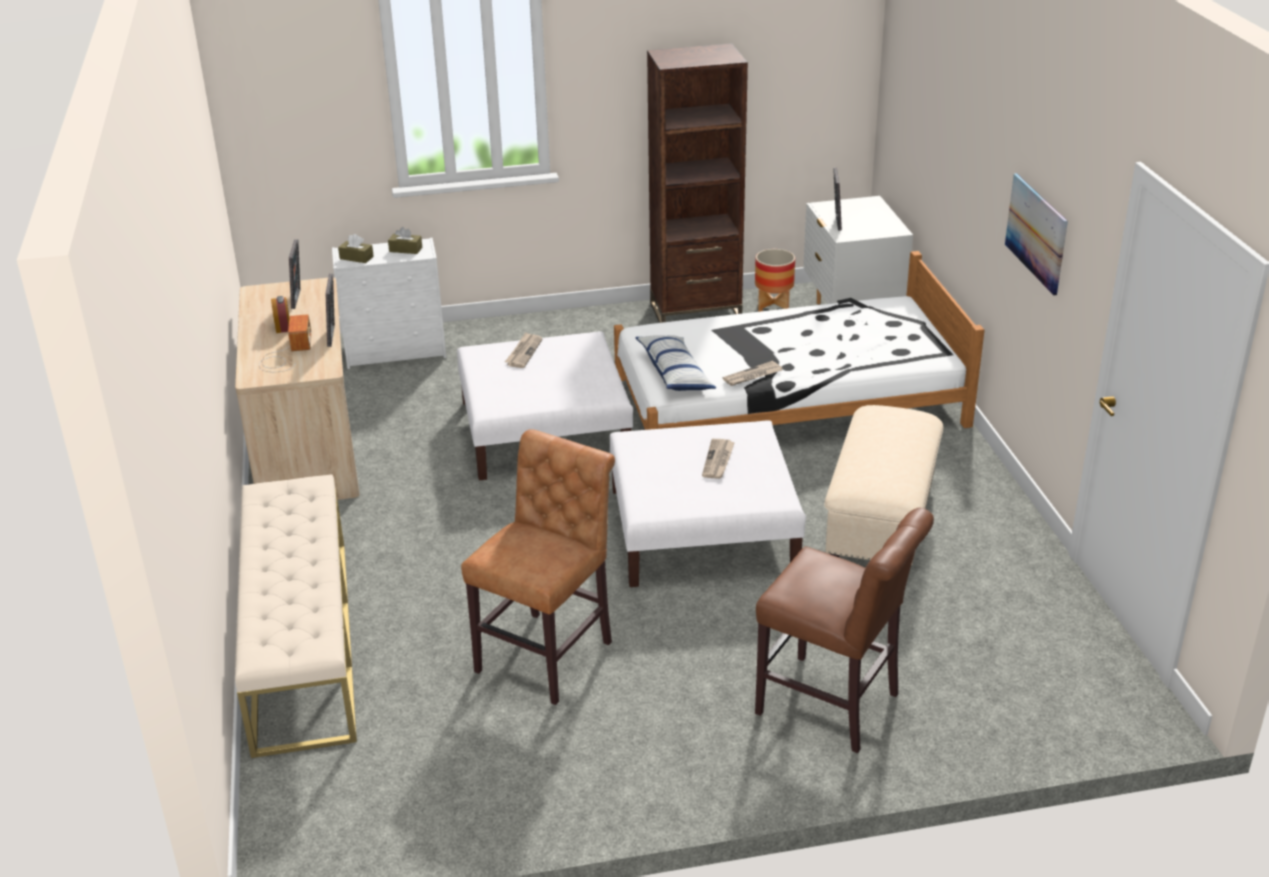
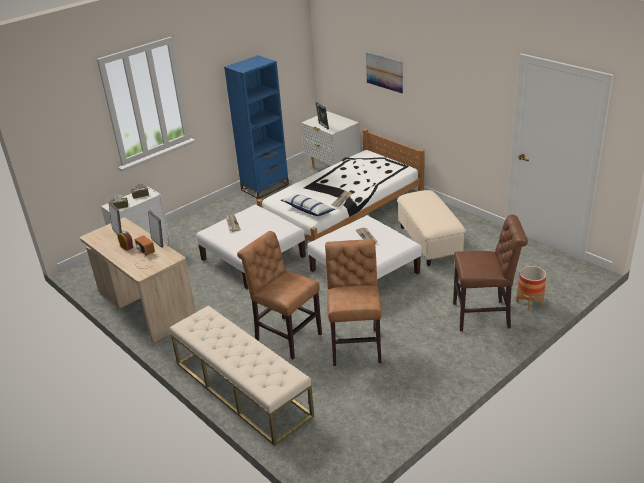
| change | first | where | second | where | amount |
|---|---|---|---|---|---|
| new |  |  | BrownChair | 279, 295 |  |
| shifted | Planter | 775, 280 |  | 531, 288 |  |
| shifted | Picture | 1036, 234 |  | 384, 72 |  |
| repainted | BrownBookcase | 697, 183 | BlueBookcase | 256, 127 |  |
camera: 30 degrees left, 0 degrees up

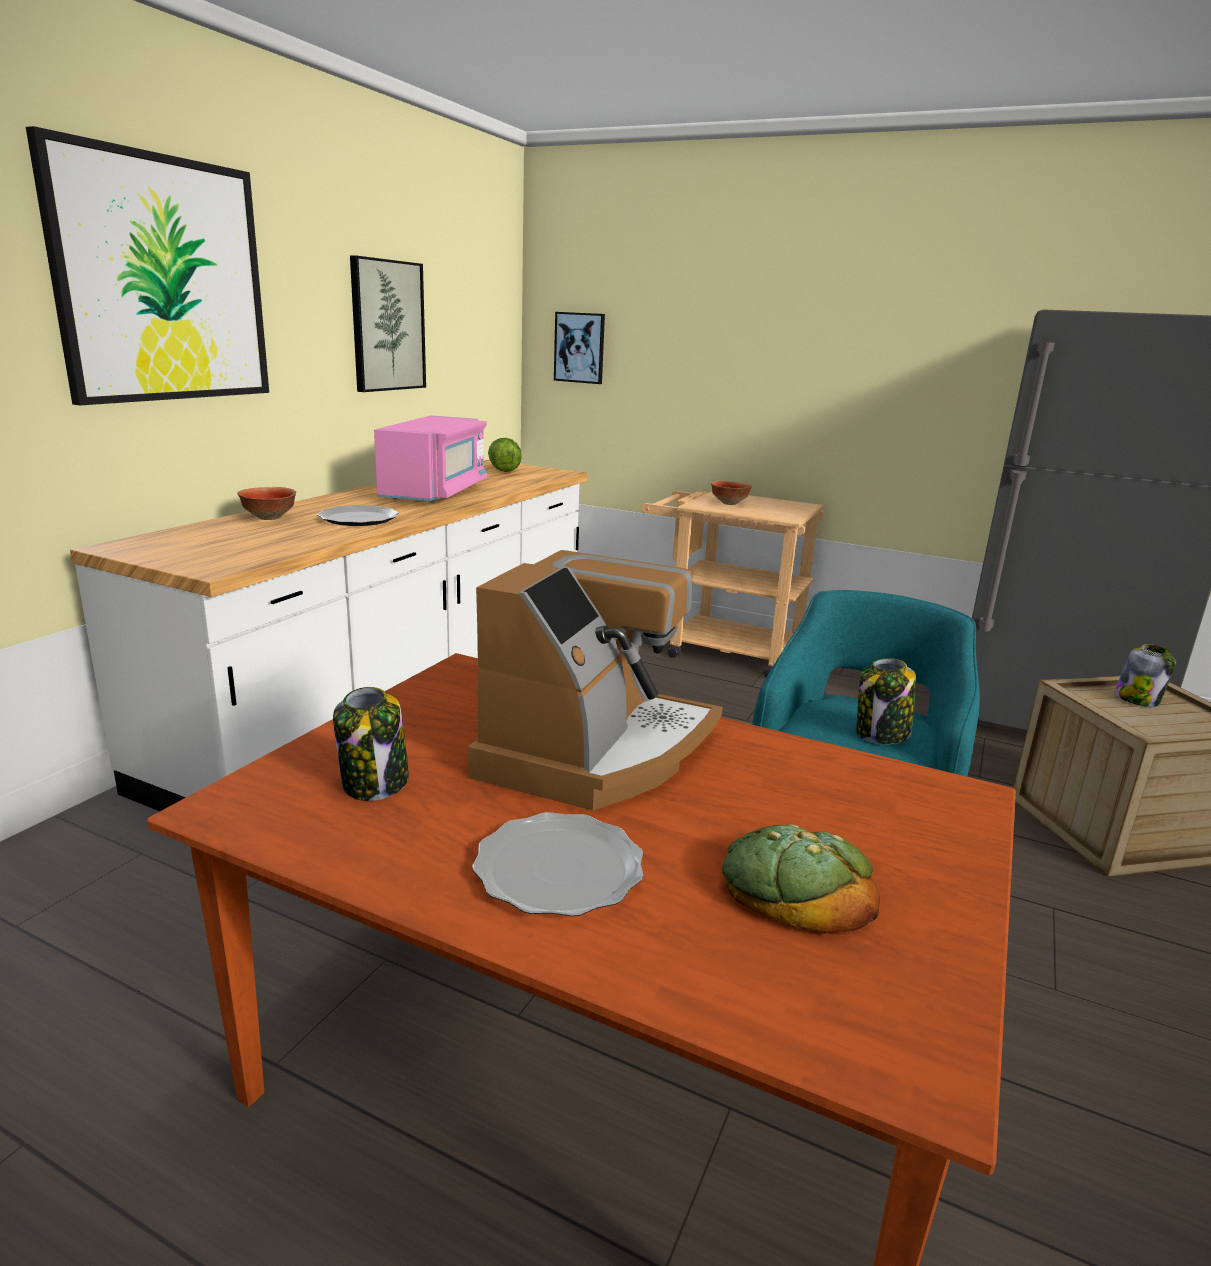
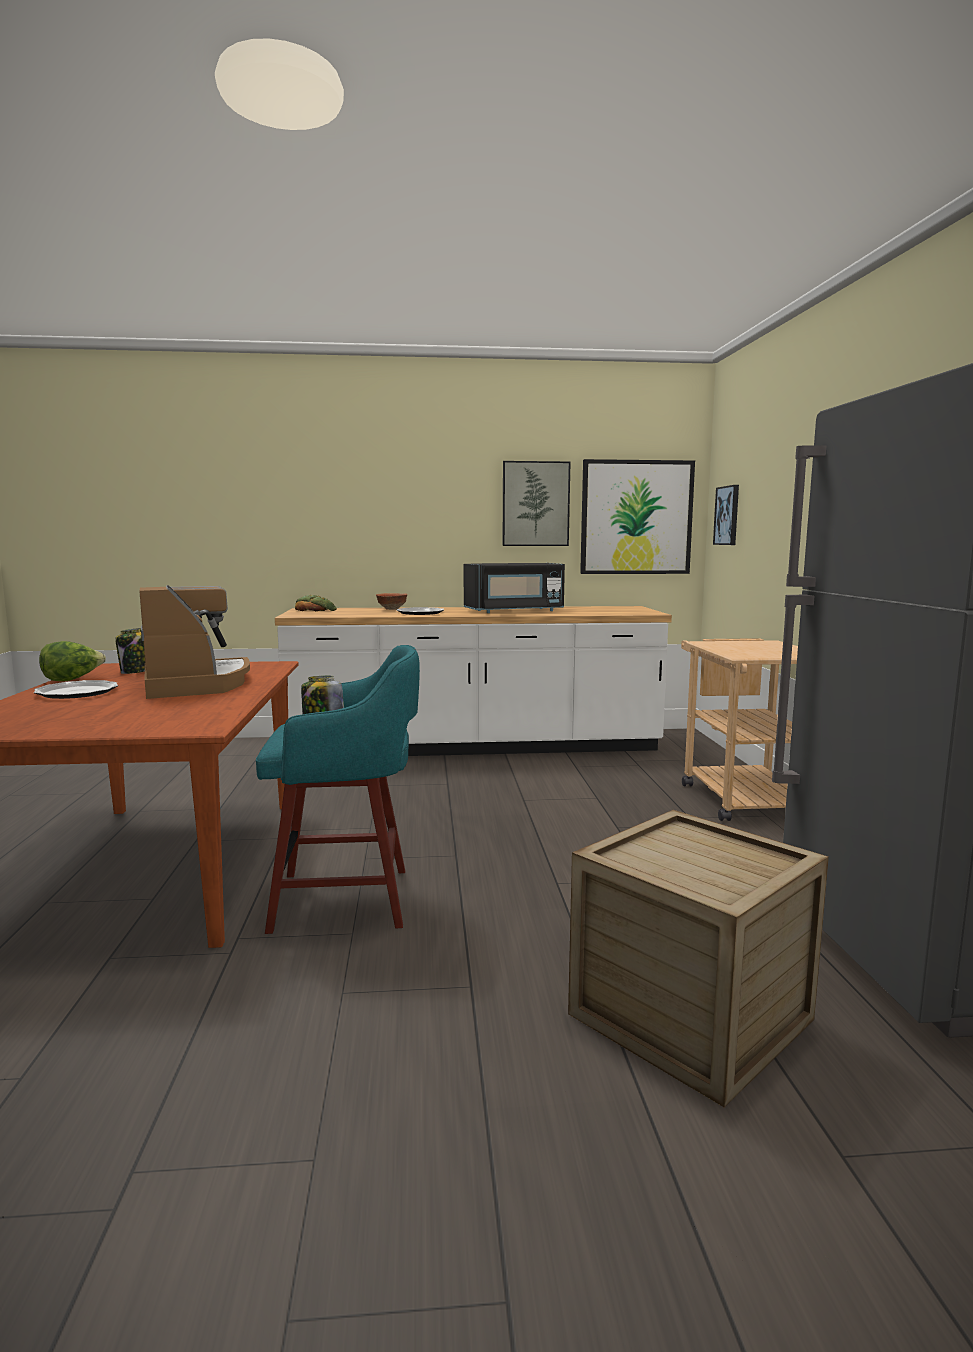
| change | first | where | second | where | amount |
|---|---|---|---|---|---|
| gone | Bowl | 731, 493 |  |  |  |
| gone | Jar | 1145, 675 |  |  |  |
| shifted | Picture | 147, 265 |  | 637, 516 |  |
| shifted | Lettuce | 505, 455 |  | 72, 661 |  |
| shifted | Bread | 801, 878 |  | 316, 603 |  |
| repainted | PinkMicrowave | 430, 459 | BlackMicrowave | 514, 588 |  |
| rotated | CoffeeMachine | 595, 680 |  | 195, 642 | 105 degrees counterclockwise |
camera: 60 degrees right, 10 degrees down

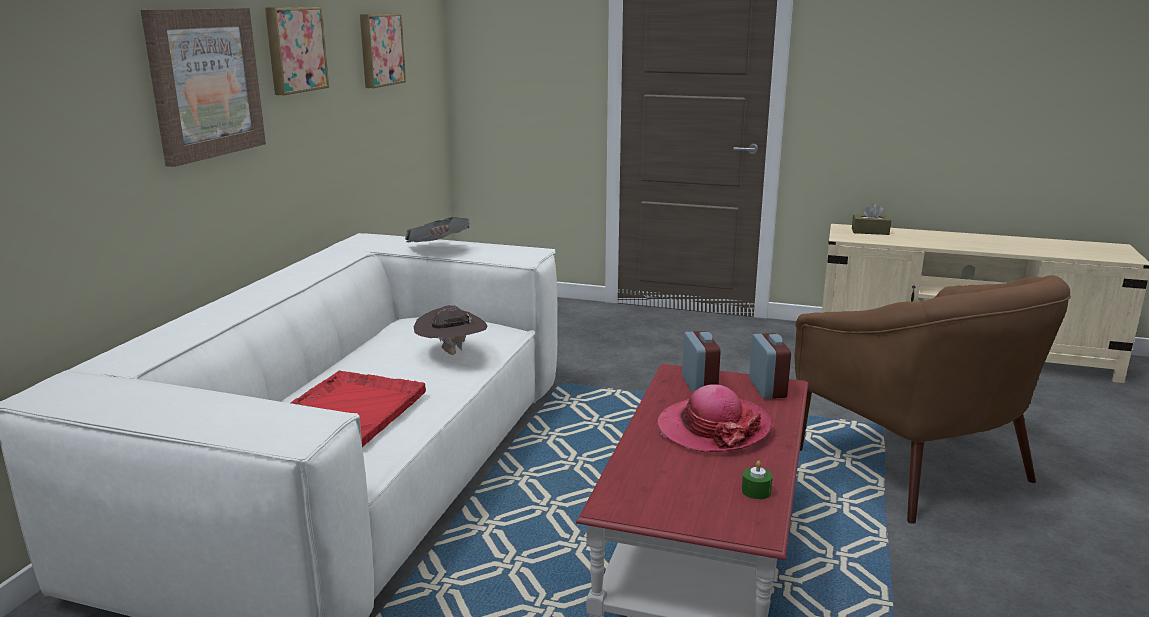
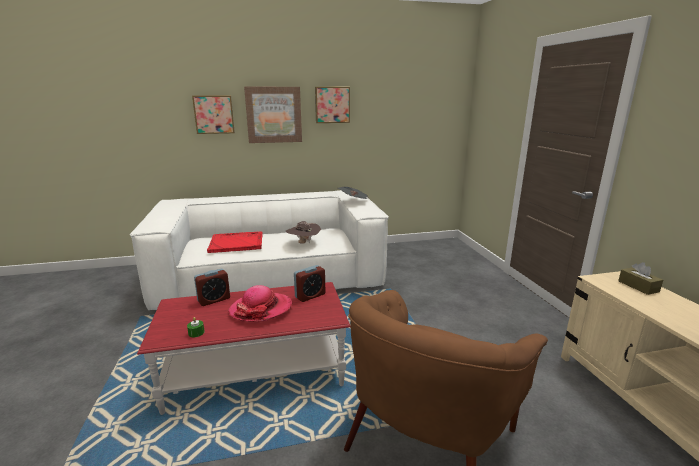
| change | first | where | second | where | amount |
|---|---|---|---|---|---|
| shifted | Picture | 383, 50 |  | 213, 115 |  |
| shifted | AlarmClock | 770, 366 |  | 212, 287 |  |
camera: 60 degrees right, 0 degrees up

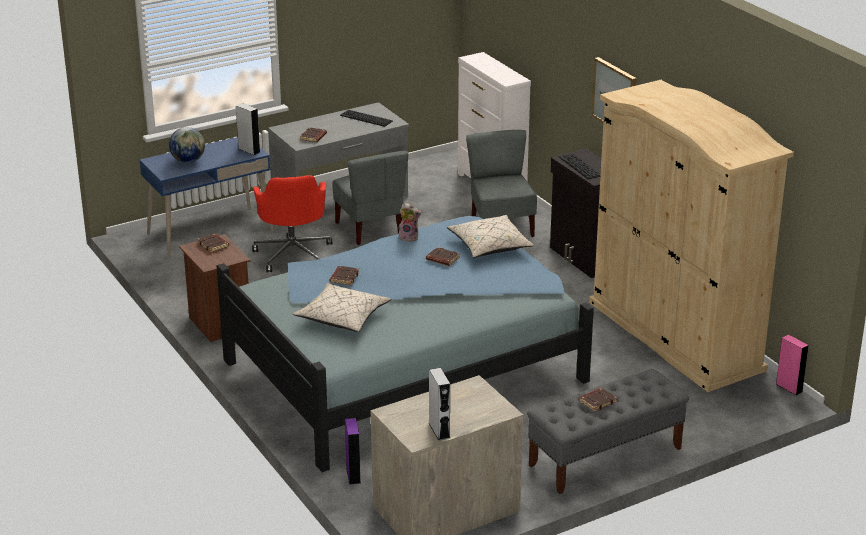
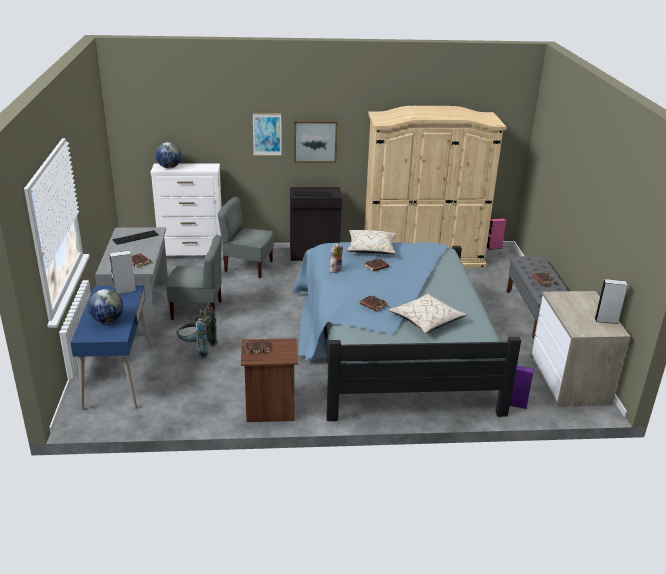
| change | first | where | second | where | amount |
|---|---|---|---|---|---|
| new |  |  | Globe | 168, 155 |  |
| new |  |  | Picture | 267, 134 |  |
| swapped | RedOfficeChair | 292, 223 | GreyBackpack | 197, 331 |  |
camera: 65 degrees left, 0 degrees up

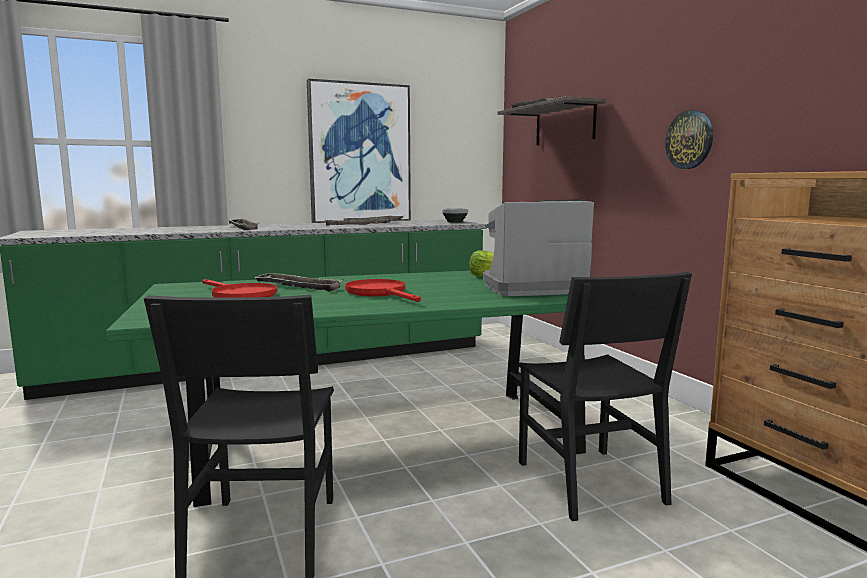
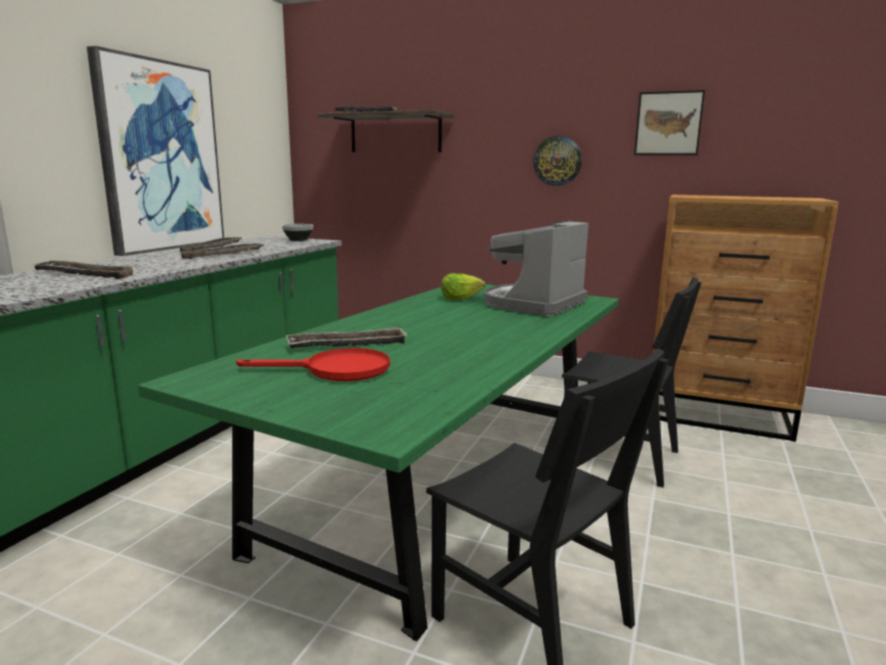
| change | first | where | second | where | amount |
|---|---|---|---|---|---|
| gone | RedFryingPan | 383, 290 |  |  |  |
| new |  |  | Picture | 669, 122 |  |
camera: 45 degrees left, 5 degrees up

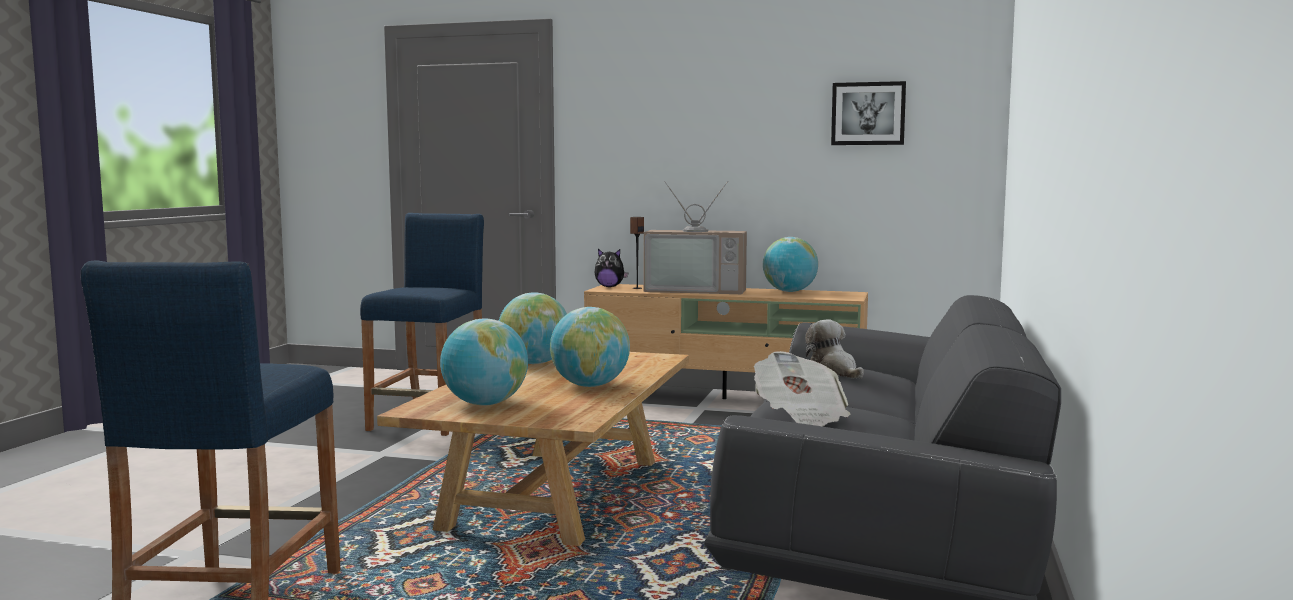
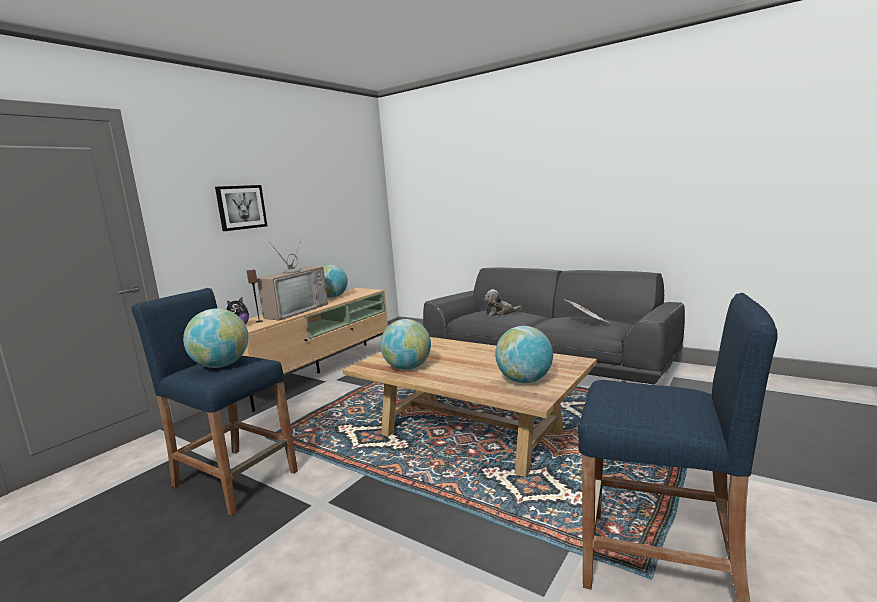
| change | first | where | second | where | amount |
|---|---|---|---|---|---|
| shifted | Globe | 590, 347 |  | 216, 338 |  |
| shifted | Picture | 868, 113 |  | 241, 208 |  |
camera: 70 degrees left, 5 degrees up

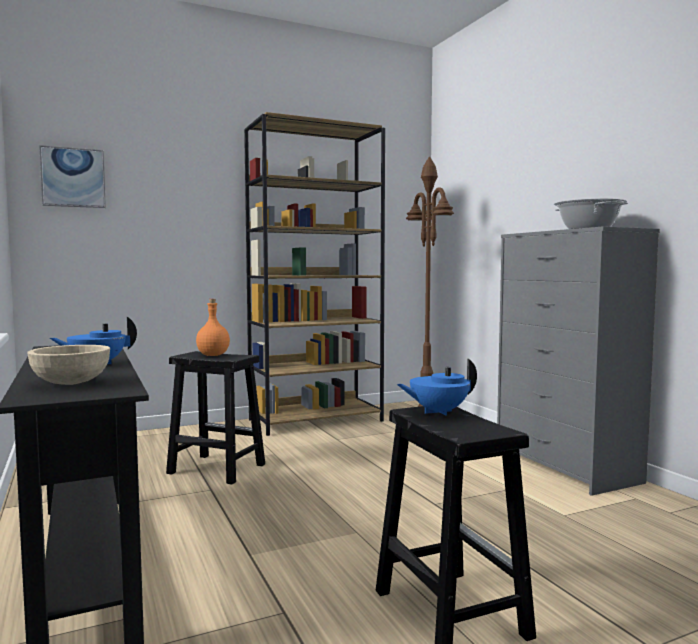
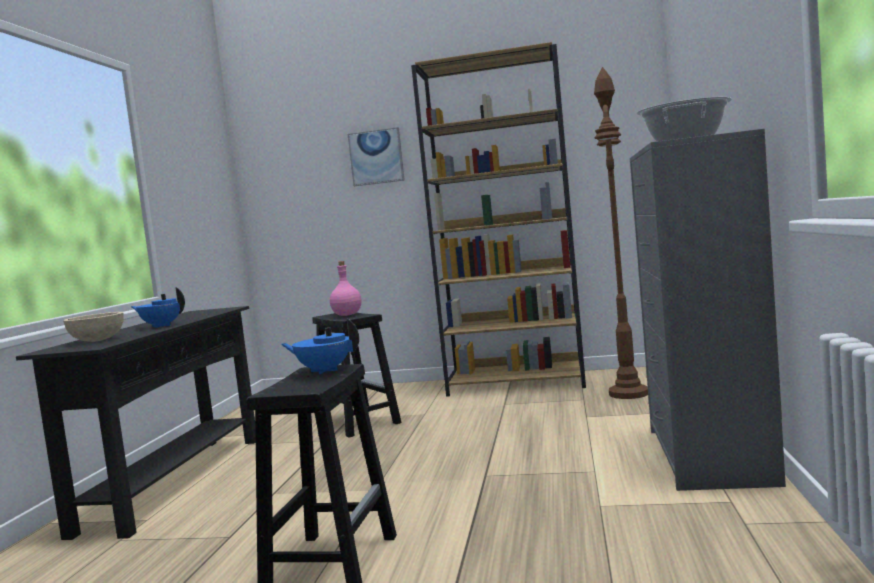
| change | first | where | second | where | amount |
|---|---|---|---|---|---|
| shifted | Picture | 72, 176 |  | 376, 156 |  |
| repainted | OrangeBottle | 213, 327 | PinkBottle | 346, 288 |  |
camera: 35 degrees right, 0 degrees up

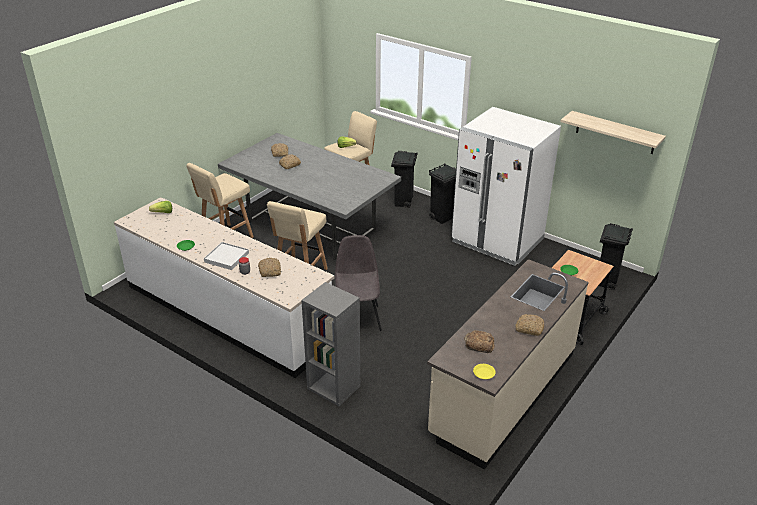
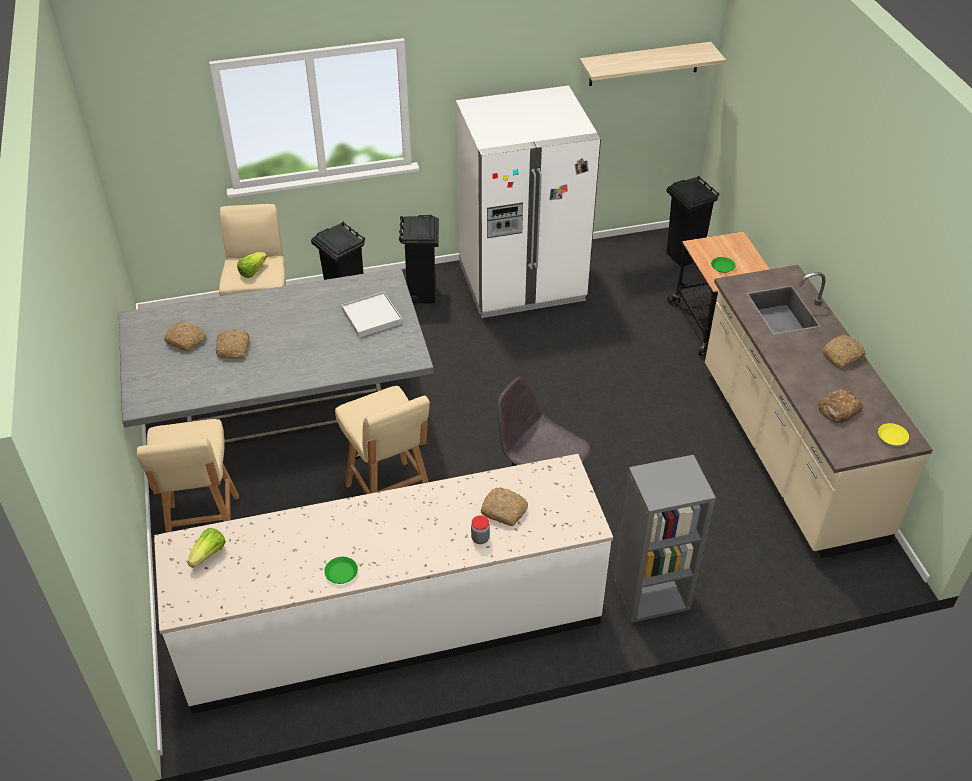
| change | first | where | second | where | amount |
|---|---|---|---|---|---|
| shifted | WhiteTray | 226, 256 |  | 371, 314 |  |
camera: 50 degrees left, 10 degrees up

